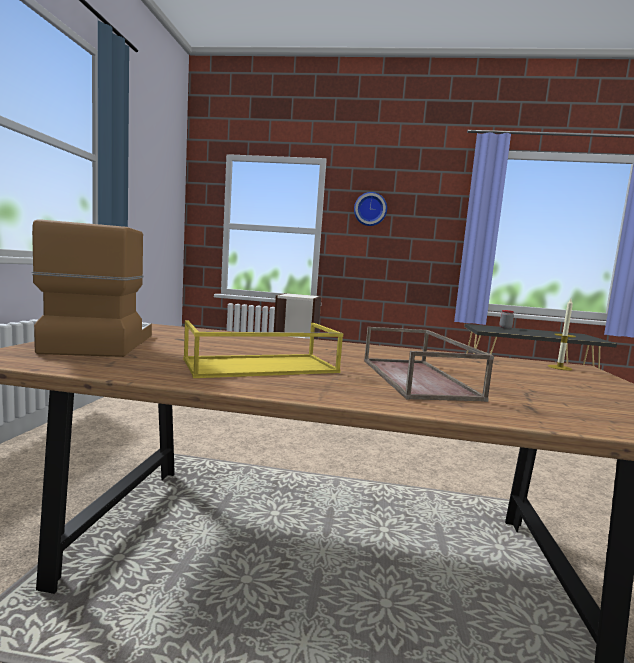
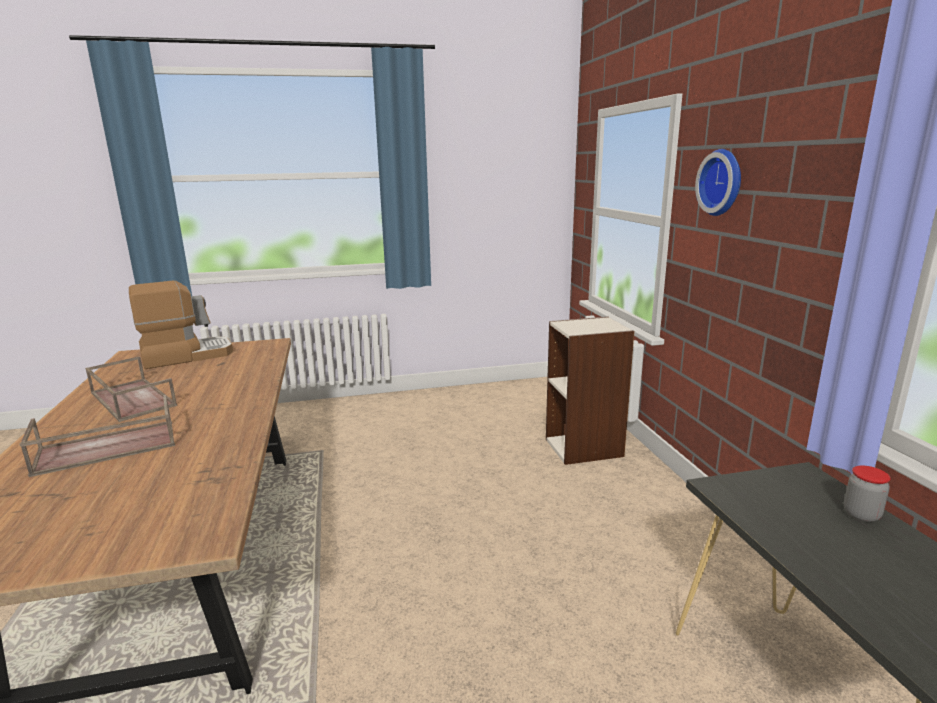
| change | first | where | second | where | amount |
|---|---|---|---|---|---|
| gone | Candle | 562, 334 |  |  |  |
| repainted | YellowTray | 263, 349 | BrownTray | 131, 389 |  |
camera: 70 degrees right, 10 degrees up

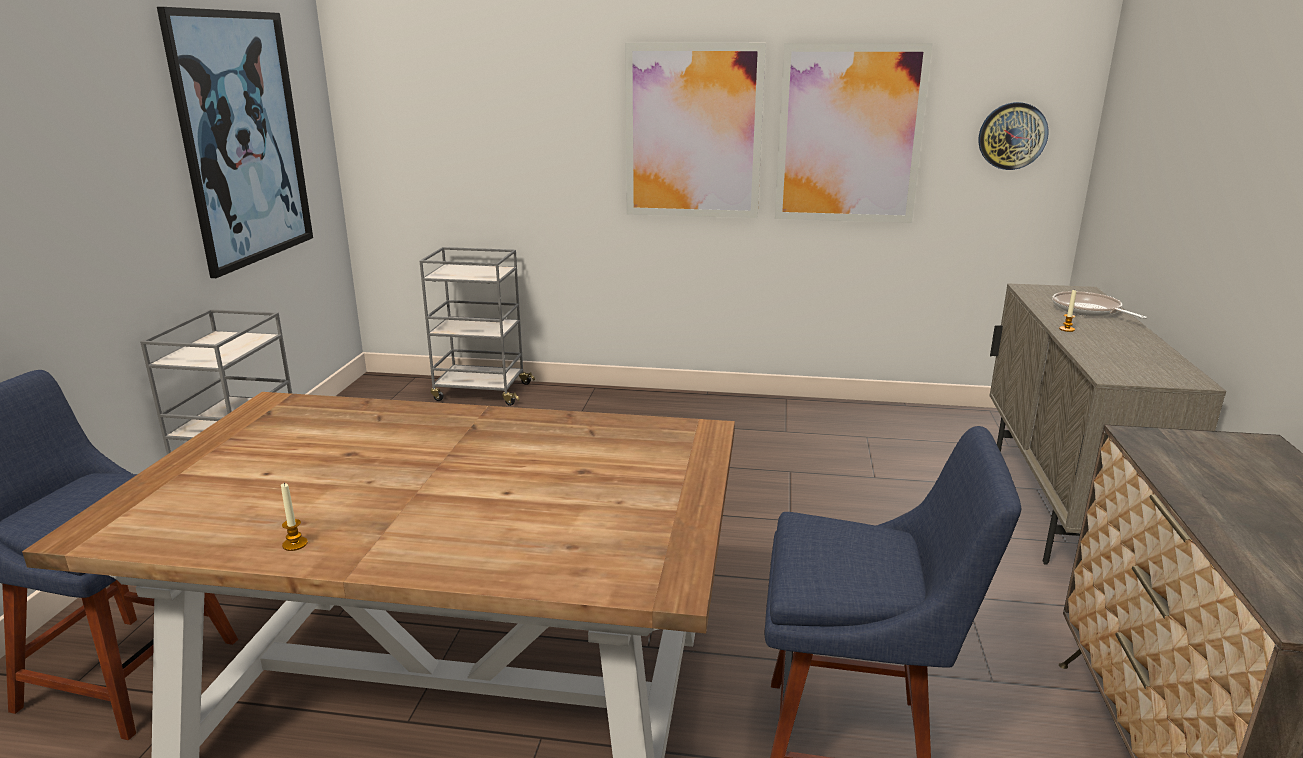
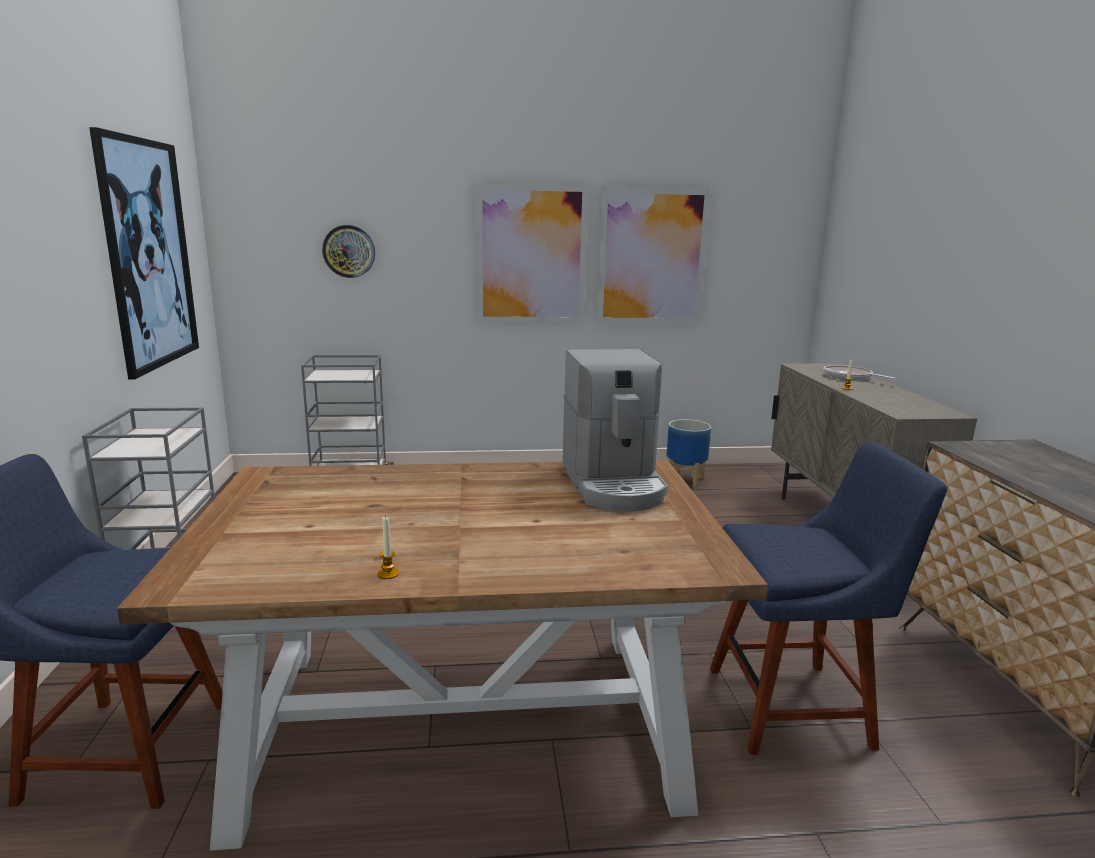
| change | first | where | second | where | amount |
|---|---|---|---|---|---|
| new |  |  | CoffeeMachine | 615, 430 |  |
| new |  |  | Planter | 688, 453 |  |
| shifted | WallClock | 1013, 136 |  | 348, 251 |  |
camera: 15 degrees left, 5 degrees down

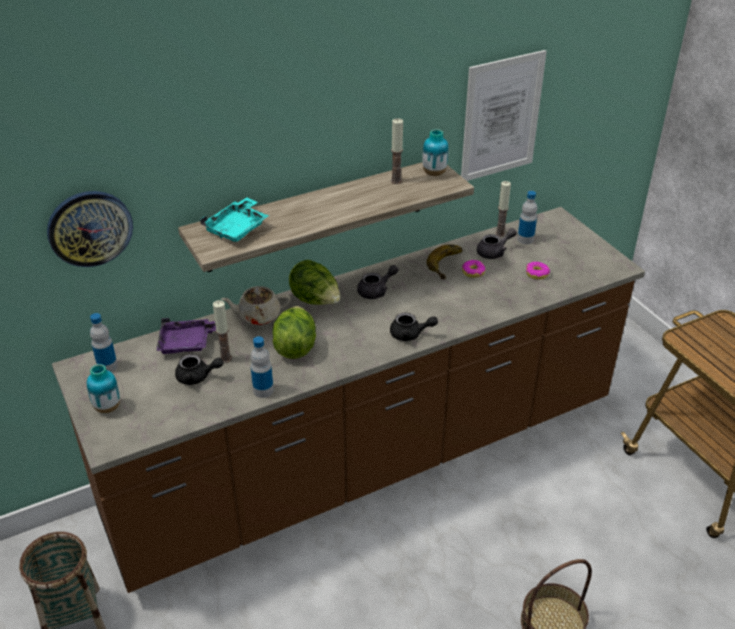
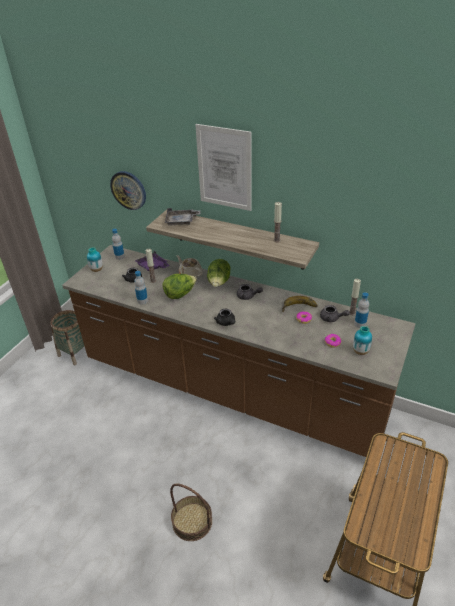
| change | first | where | second | where | amount |
|---|---|---|---|---|---|
| shifted | Vase | 435, 152 |  | 362, 340 |  |
| shifted | Picture | 504, 115 |  | 223, 167 |  |
| repainted | TurquoiseTray | 234, 219 | GreyTray | 183, 216 |  |
camera: 55 degrees right, 0 degrees up

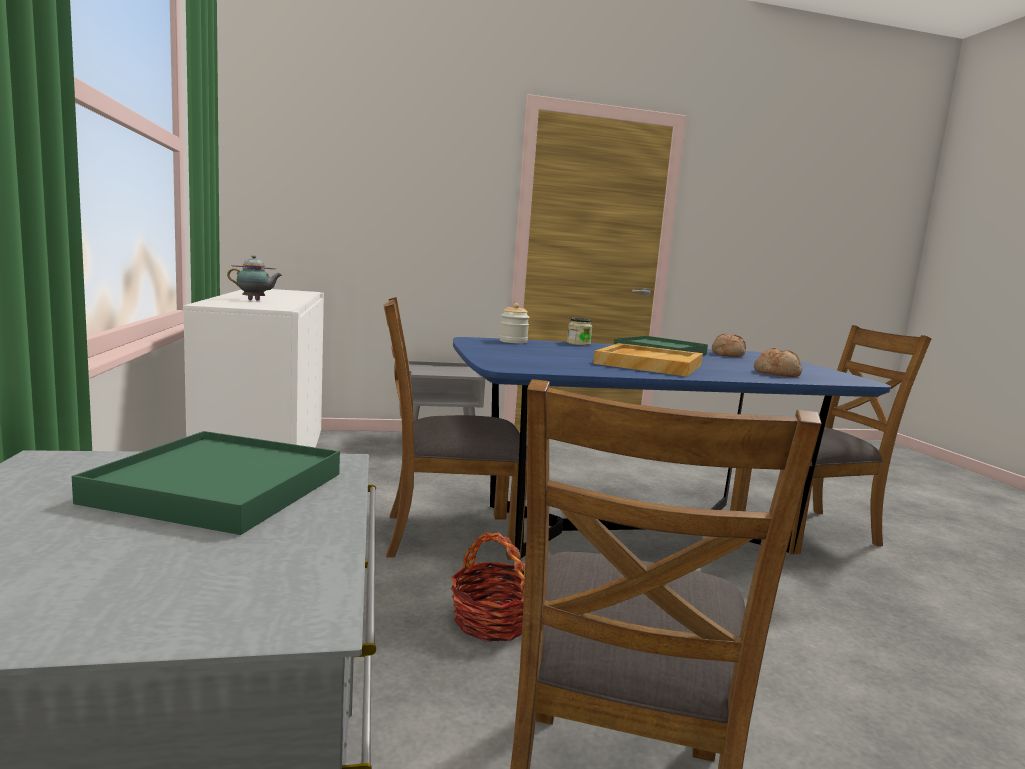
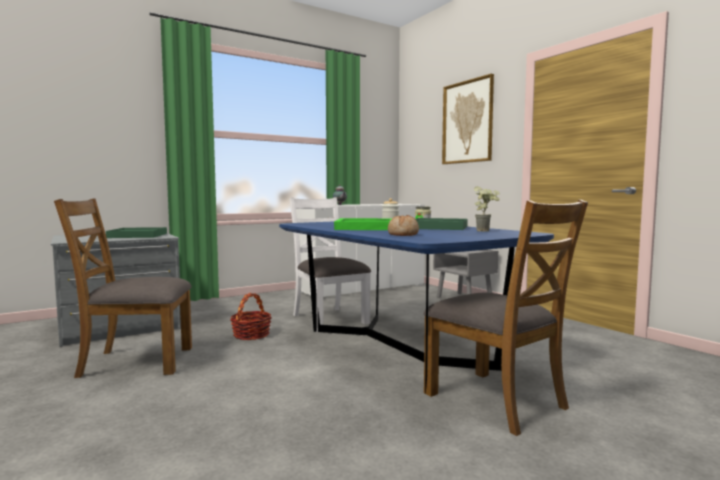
| change | first | where | second | where | amount |
|---|---|---|---|---|---|
| new |  |  | Picture | 468, 119 |  |
| swapped | Bread | 729, 345 | PottedPlant | 487, 209 |  |
| repainted | BrownChair | 455, 428 | WhiteChair | 330, 264 |  |
| repainted | BeigeTray | 648, 360 | GreenTray | 363, 224 |  |
camera: 70 degrees right, 5 degrees down

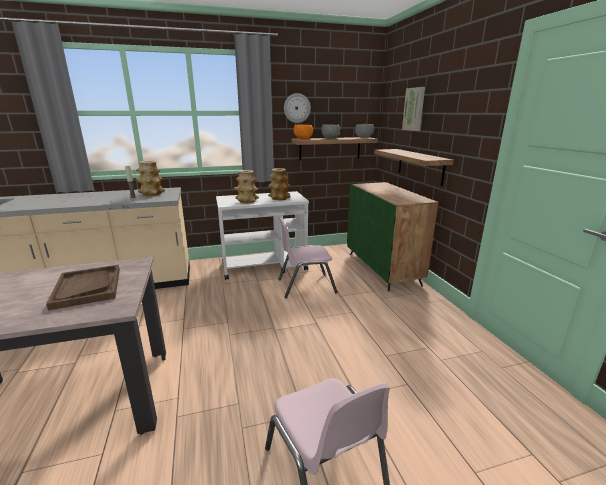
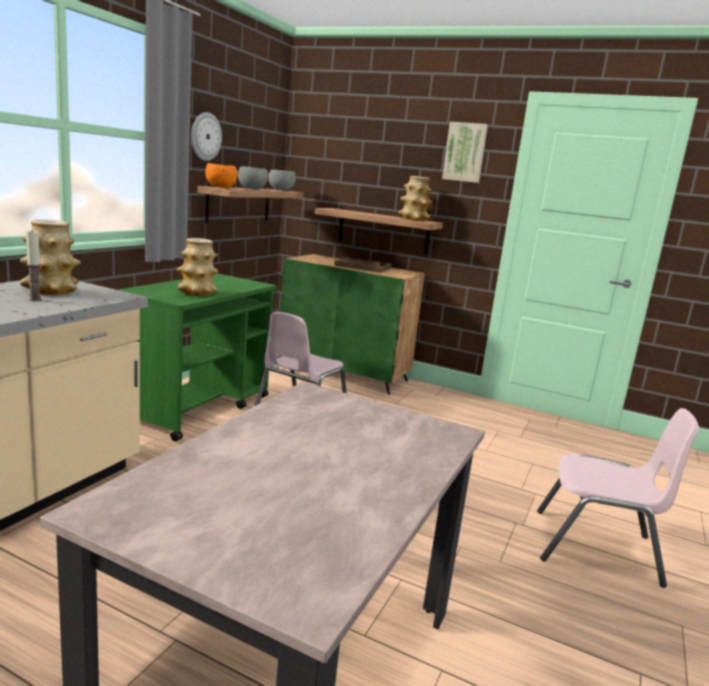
| change | first | where | second | where | amount |
|---|---|---|---|---|---|
| shifted | BrownTray | 83, 288 |  | 363, 265 |  |
| shifted | Vase | 279, 184 |  | 415, 198 |  |
| shifted | Picture | 413, 109 |  | 465, 152 |  |
| repainted | WhiteCart | 262, 235 | GreenCart | 197, 358 |  |
camera: 50 degrees left, 5 degrees down

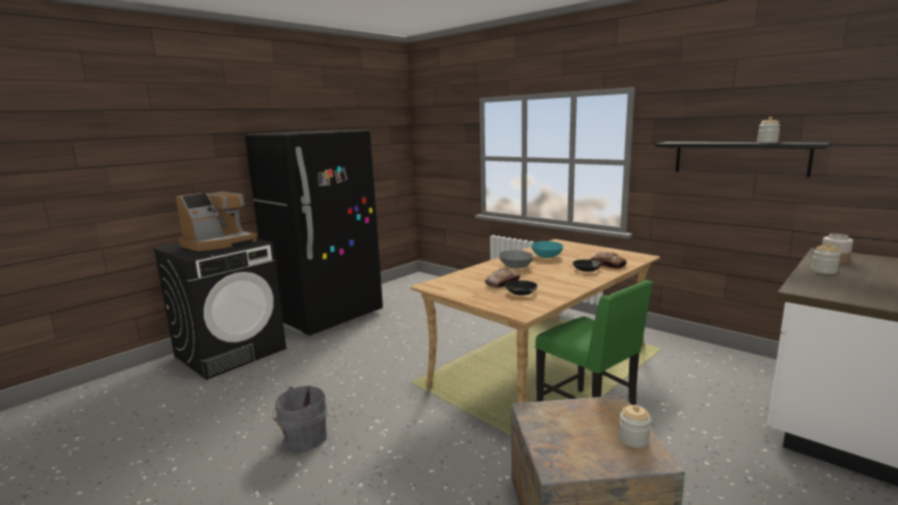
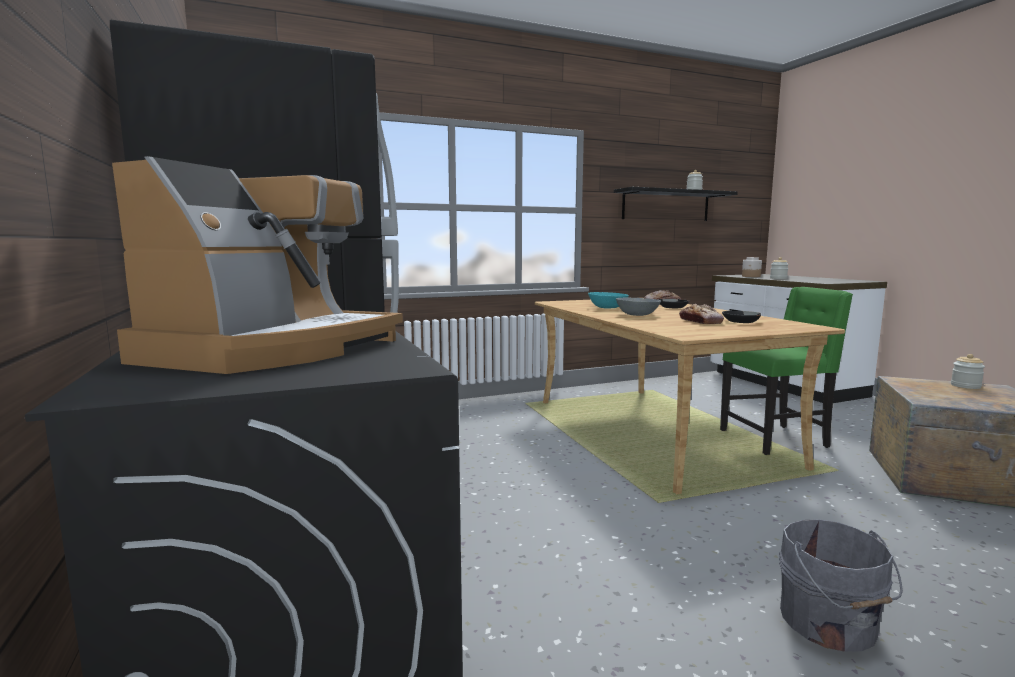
| change | first | where | second | where | amount |
|---|---|---|---|---|---|
| rotated | CoffeeMachine | 216, 221 |  | 257, 265 | 45 degrees clockwise |
camera: 65 degrees left, 5 degrees down

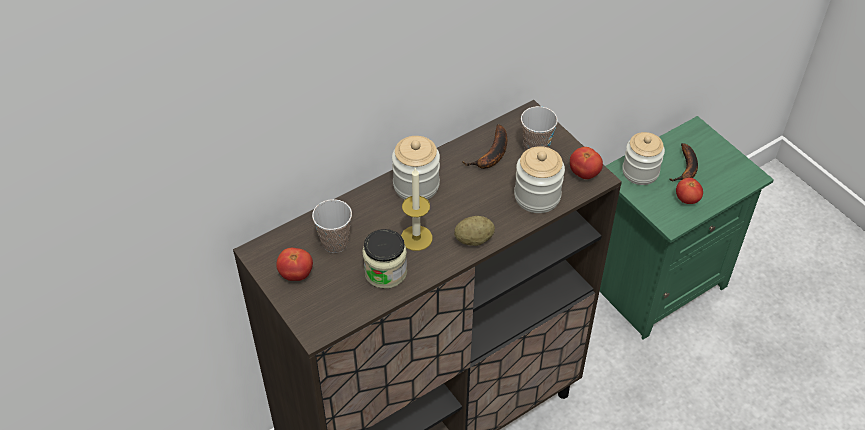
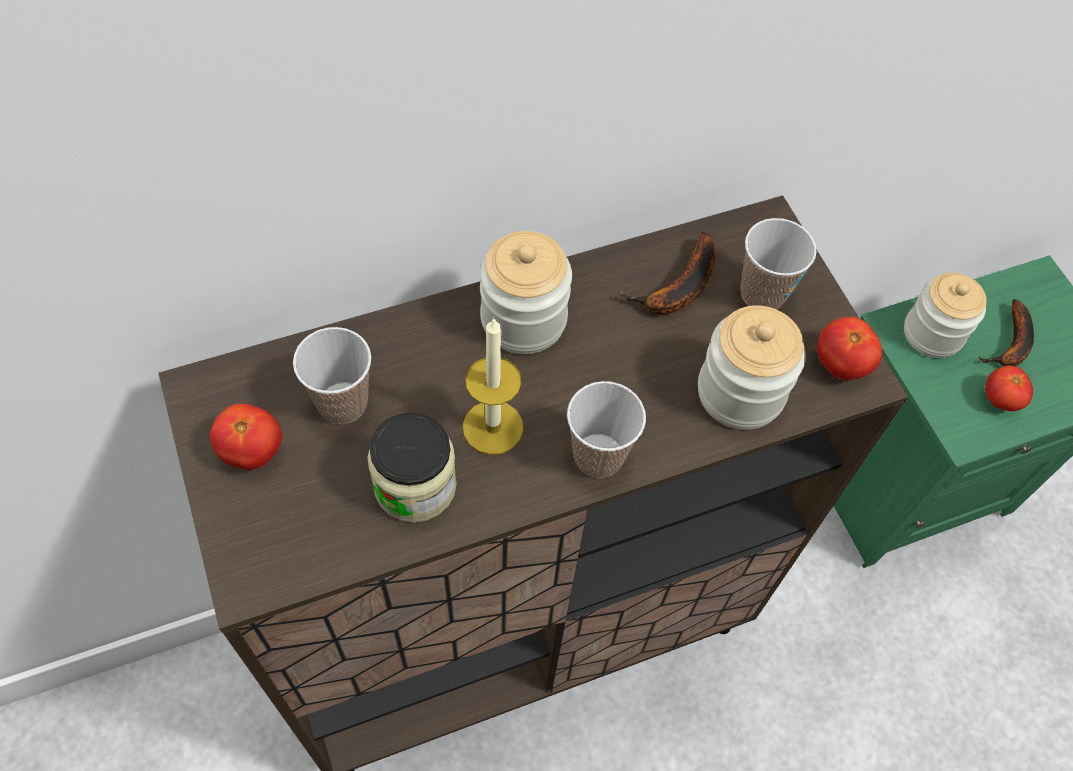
| change | first | where | second | where | amount |
|---|---|---|---|---|---|
| swapped | Potato | 474, 231 | Cup | 606, 429 |  |
camera: 10 degrees right, 10 degrees up

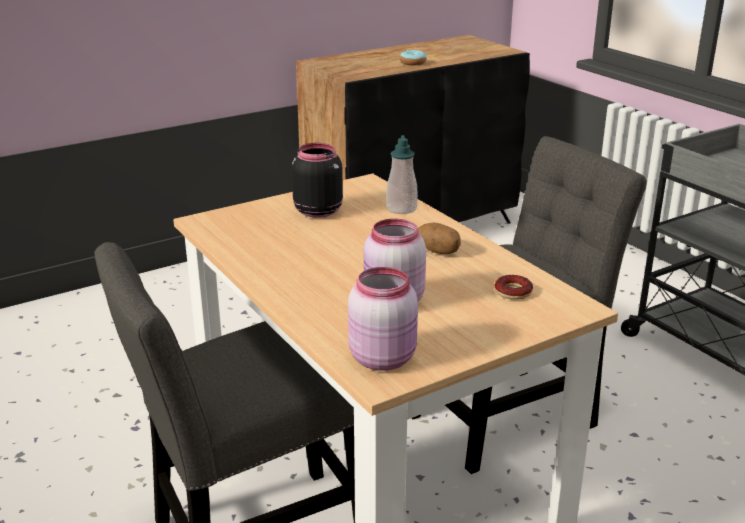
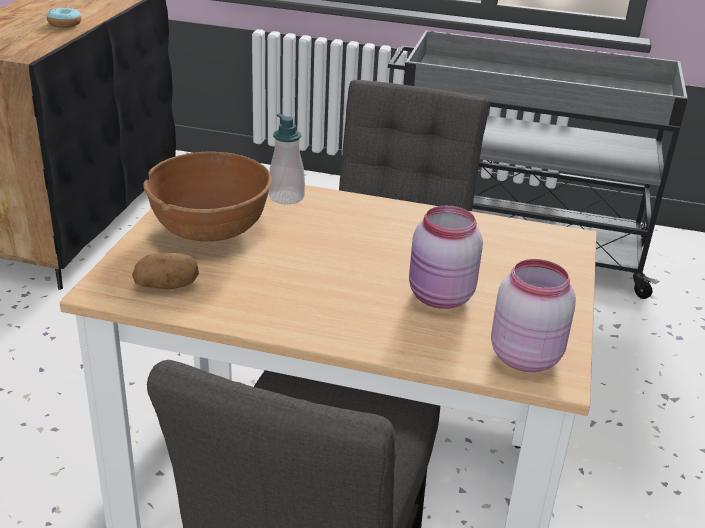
| change | first | where | second | where | amount |
|---|---|---|---|---|---|
| gone | Donut | 514, 287 |  |  |  |
| shifted | Potato | 439, 238 |  | 165, 271 |  |
| swapped | BlackJar | 317, 180 | BrownBowl | 207, 197 |  |
camera: 45 degrees left, 5 degrees up

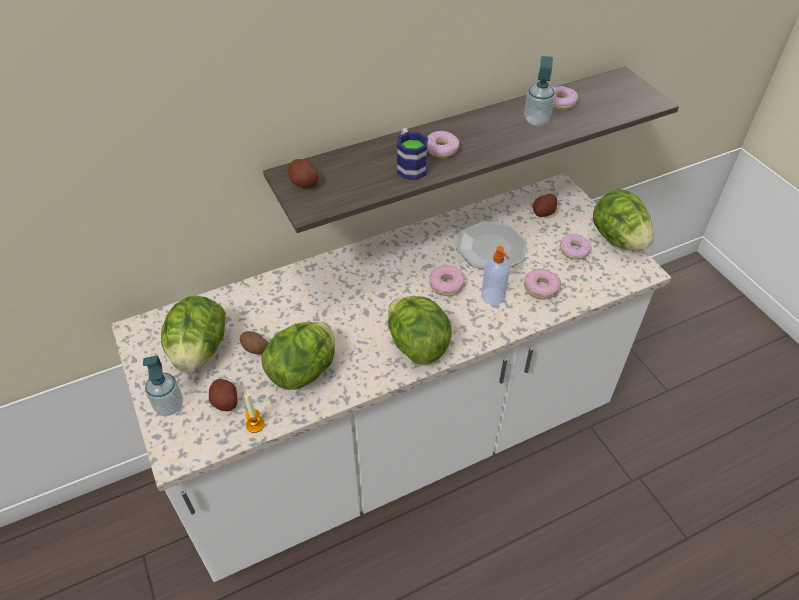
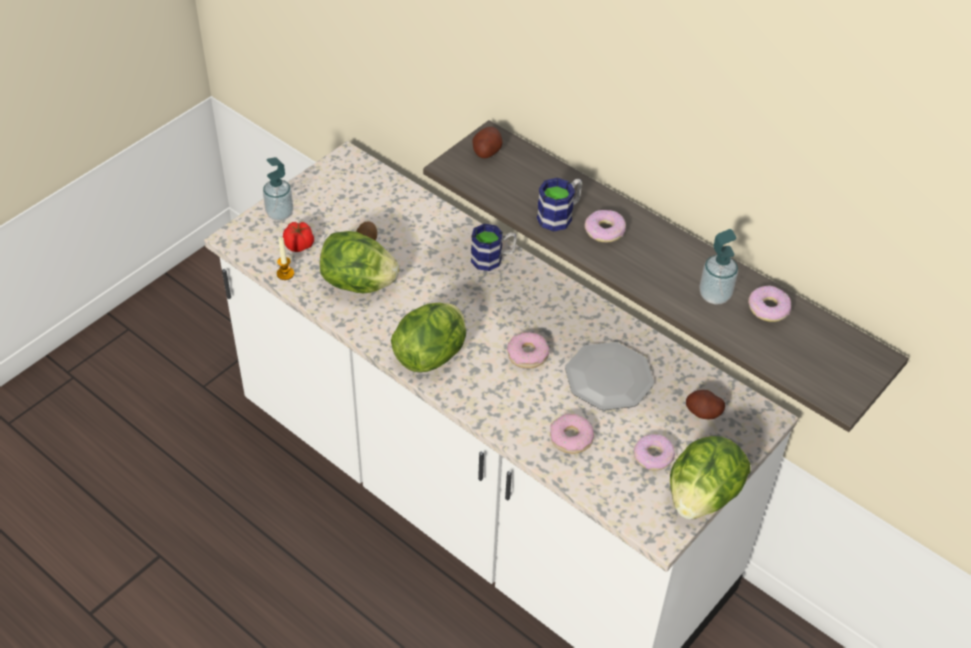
| change | first | where | second | where | amount |
|---|---|---|---|---|---|
| gone | Lettuce | 193, 334 |  |  |  |
| gone | SoapDispenser | 495, 275 |  |  |  |
| new |  |  | Mug | 494, 247 |  |
| swapped | Potato | 223, 395 | Tomato | 298, 237 |  |
camera: 65 degrees right, 0 degrees up

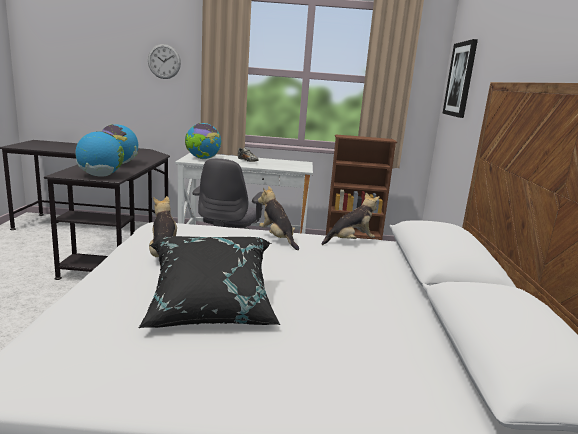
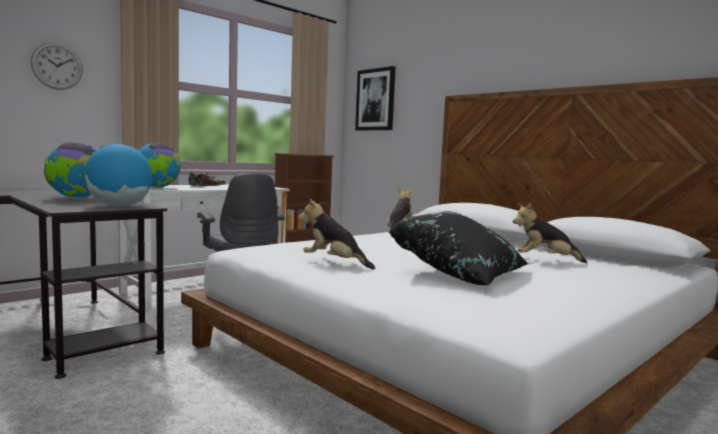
| change | first | where | second | where | amount |
|---|---|---|---|---|---|
| shifted | PlushToy | 278, 218 |  | 550, 233 |  |
camera: 45 degrees left, 10 degrees down

